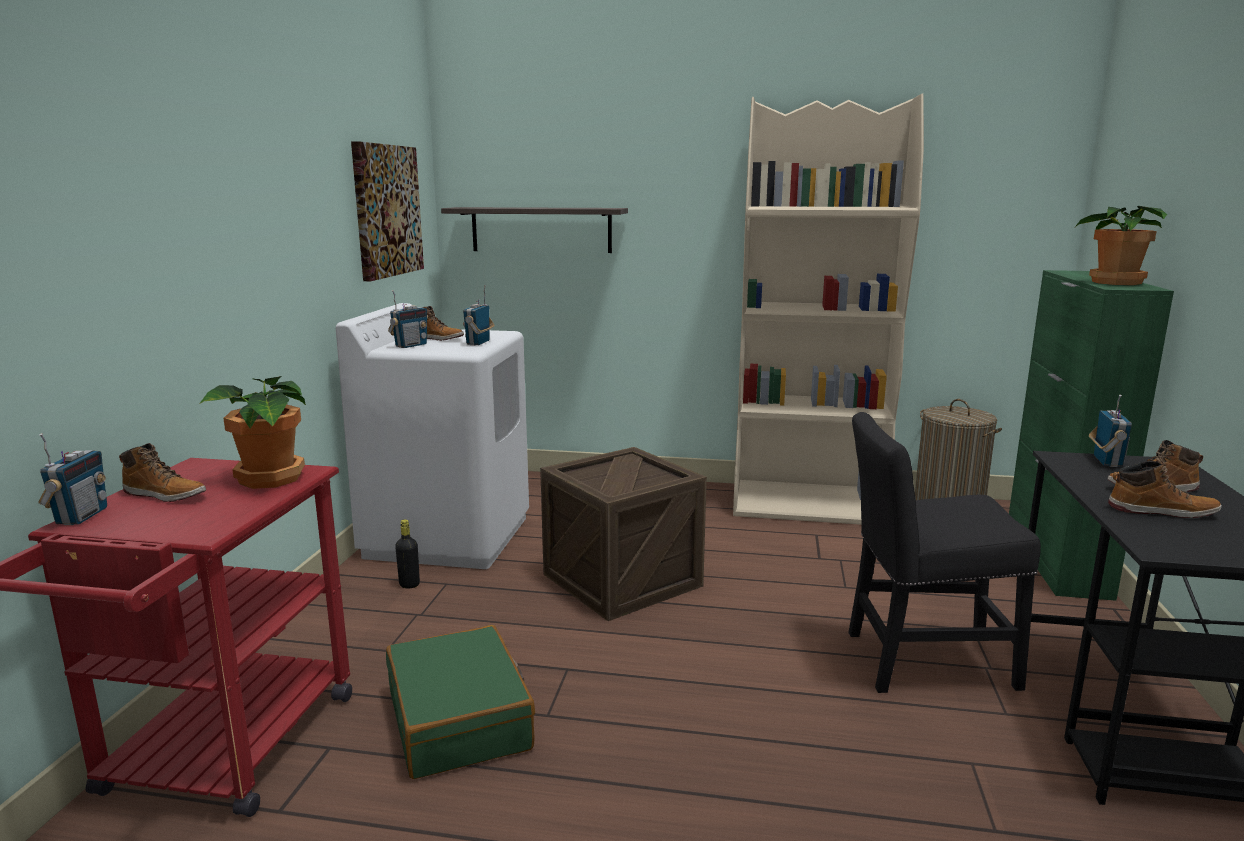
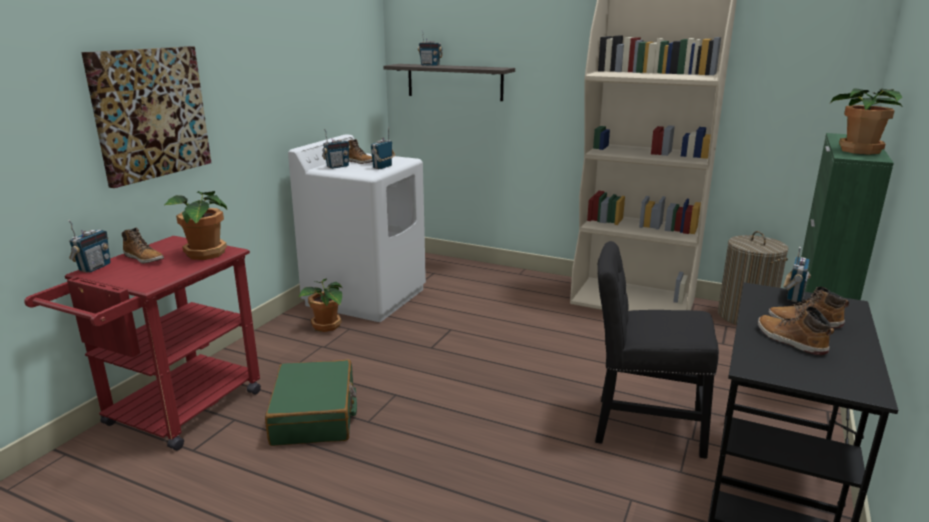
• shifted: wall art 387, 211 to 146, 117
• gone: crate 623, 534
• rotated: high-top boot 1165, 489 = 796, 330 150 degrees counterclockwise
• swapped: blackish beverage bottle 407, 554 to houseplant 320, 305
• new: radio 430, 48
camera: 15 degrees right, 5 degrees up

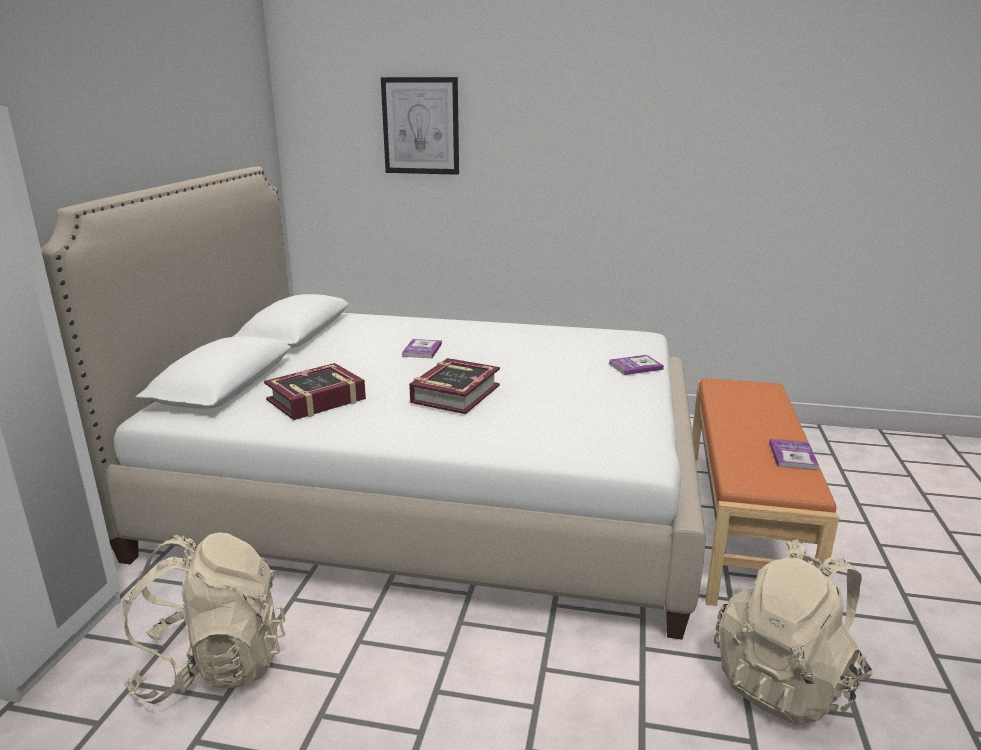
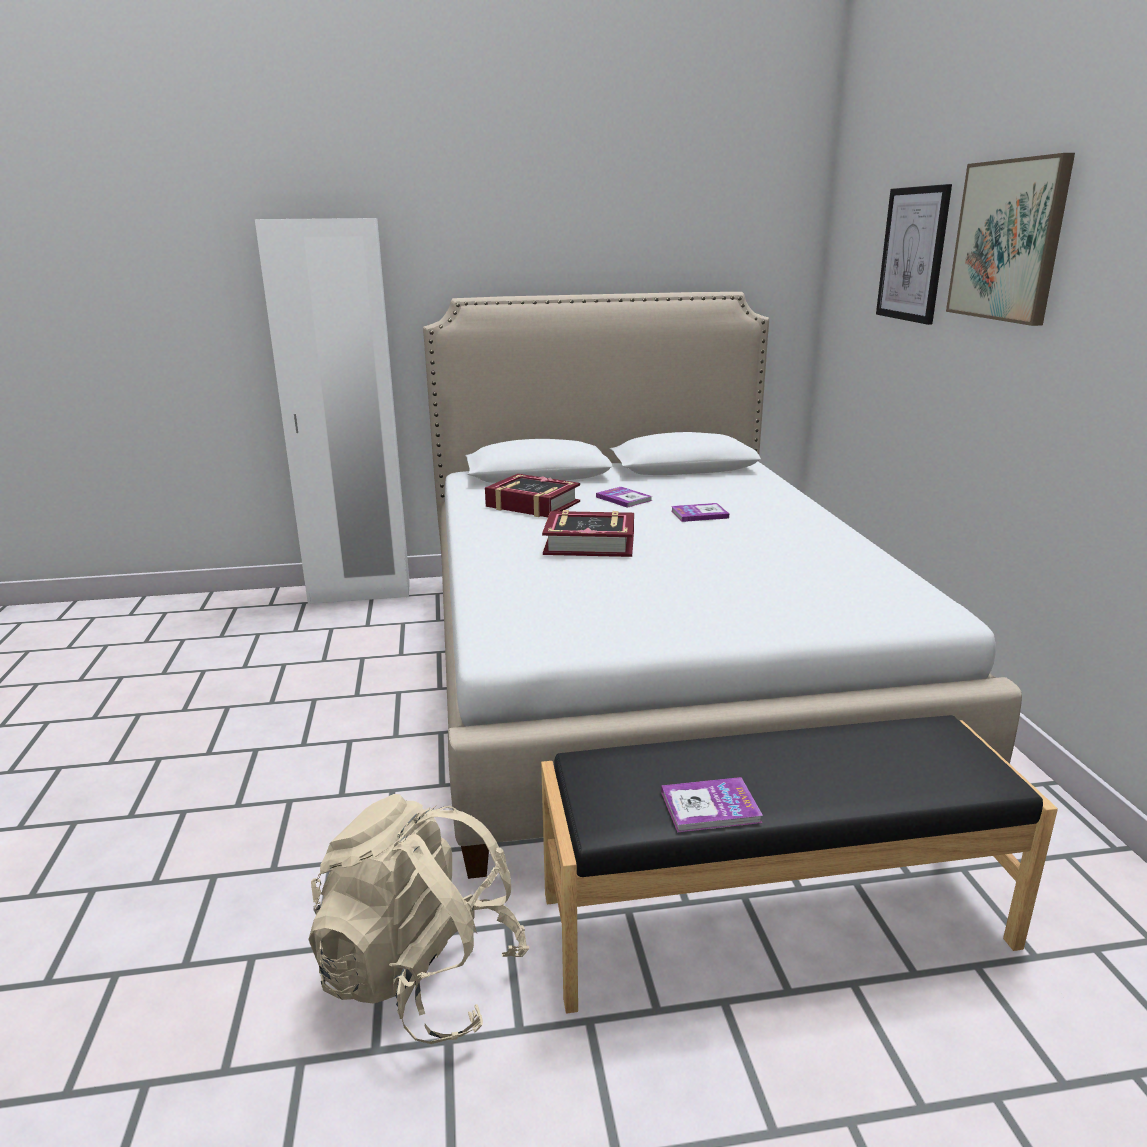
• shifted: volume 636, 365 to 624, 497
• repainted: orange-coloured indoor bench 765, 492 to blackish indoor bench 799, 864
• gone: beige rucksack 204, 618
• new: wall art 1010, 239
camera: 70 degrees right, 0 degrees up

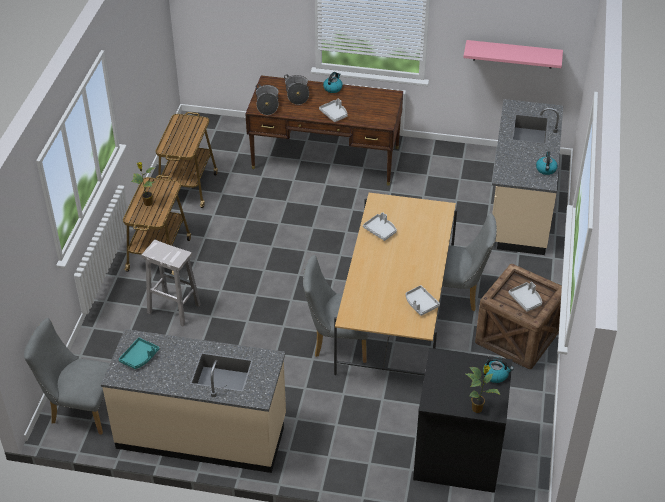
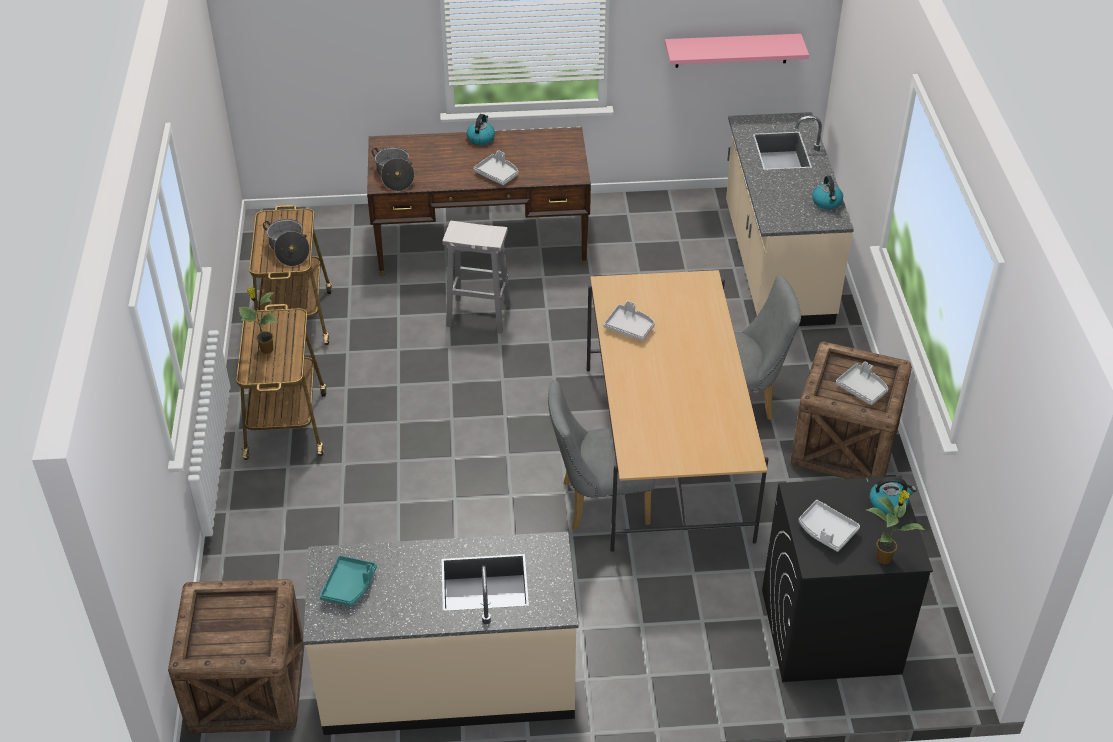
• shifted: stockpot 296, 90 to 286, 242
• shifted: white-coloured sitting stool 171, 283 to 476, 277
• shifted: grey carrying tray 423, 300 to 829, 526
• swapped: grey chair 67, 376 to crate 236, 656
camera: 15 degrees left, 0 degrees up

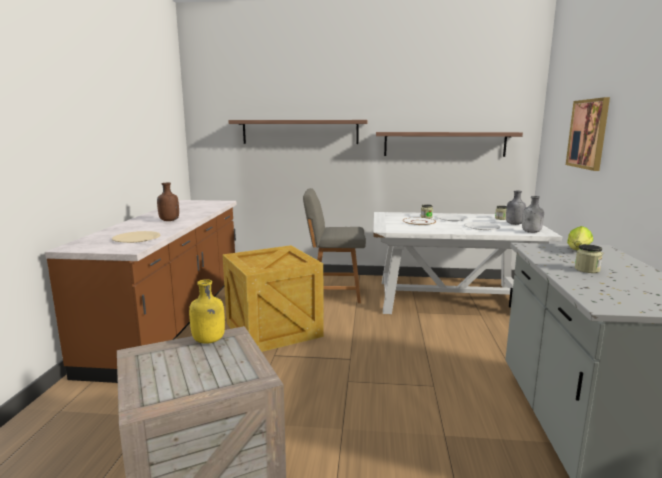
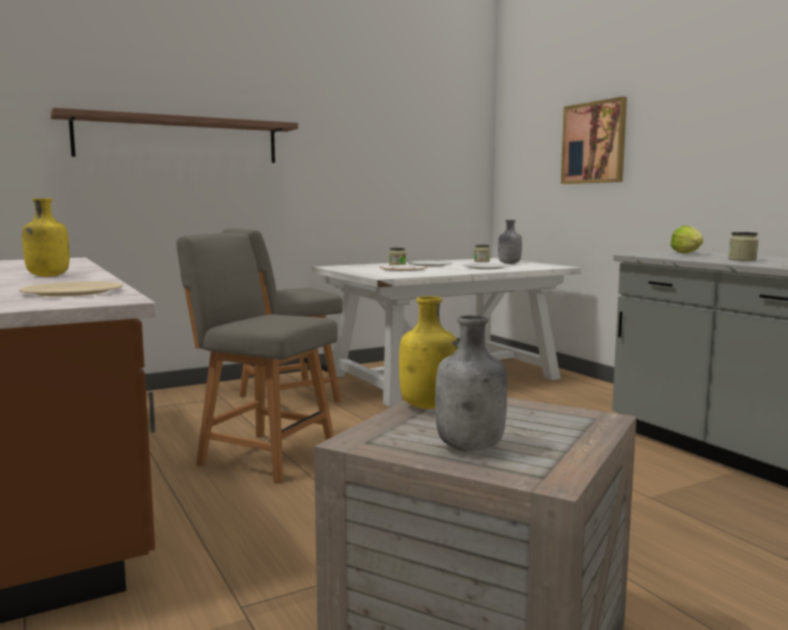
• gone: bracket shelf 449, 144
• repainted: brown beverage bottle 168, 202 to yellowish beverage bottle 45, 237
• shifted: grey beverage bottle 533, 214 to 471, 383
• swapped: crate 273, 298 to grey chair 257, 358
camera: 35 degrees left, 5 degrees down

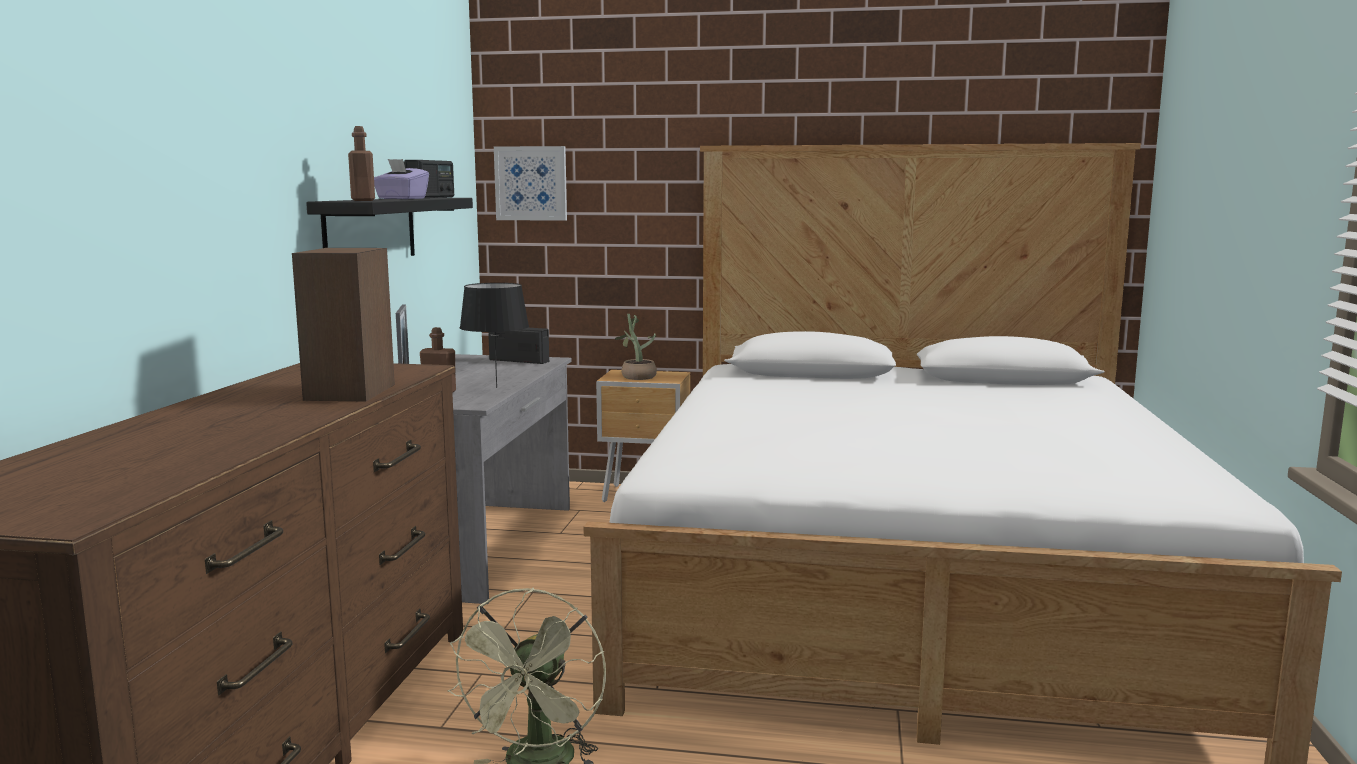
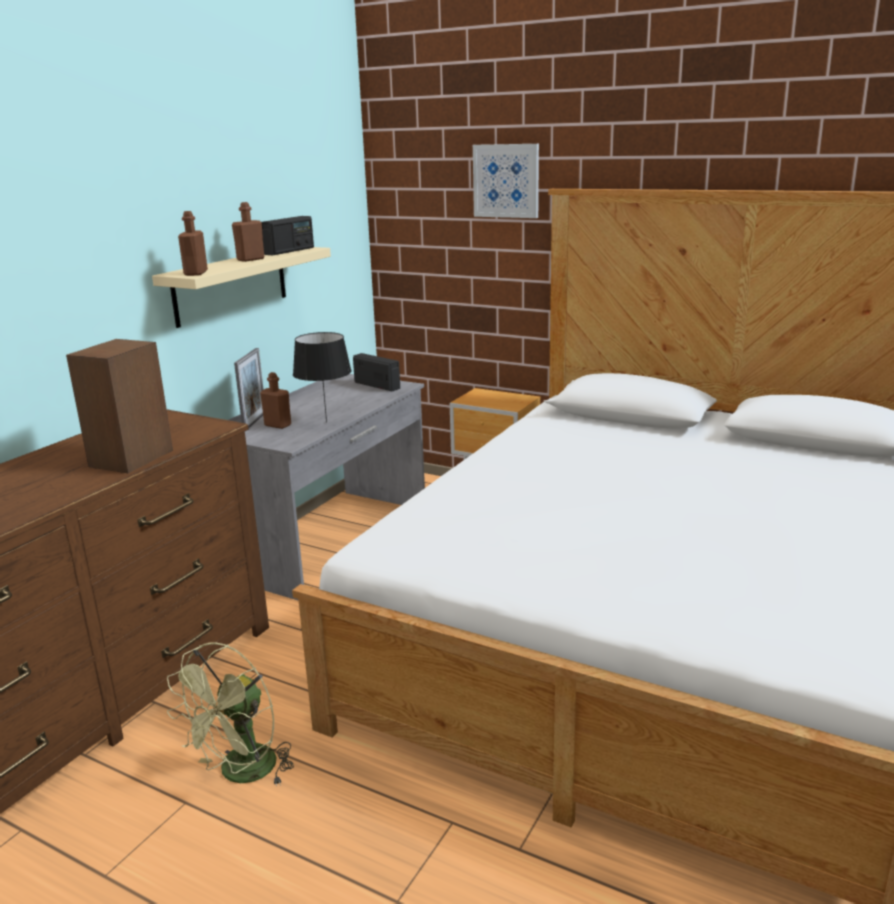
• shifted: wall art 530, 183 to 506, 181
• swapped: purple-coloured tissue box 401, 179 to brown beverage bottle 248, 232
• repainted: blackish bracket shelf 389, 227 to beige bracket shelf 241, 287
• gone: houseplant 636, 347
camera: 20 degrees right, 10 degrees up

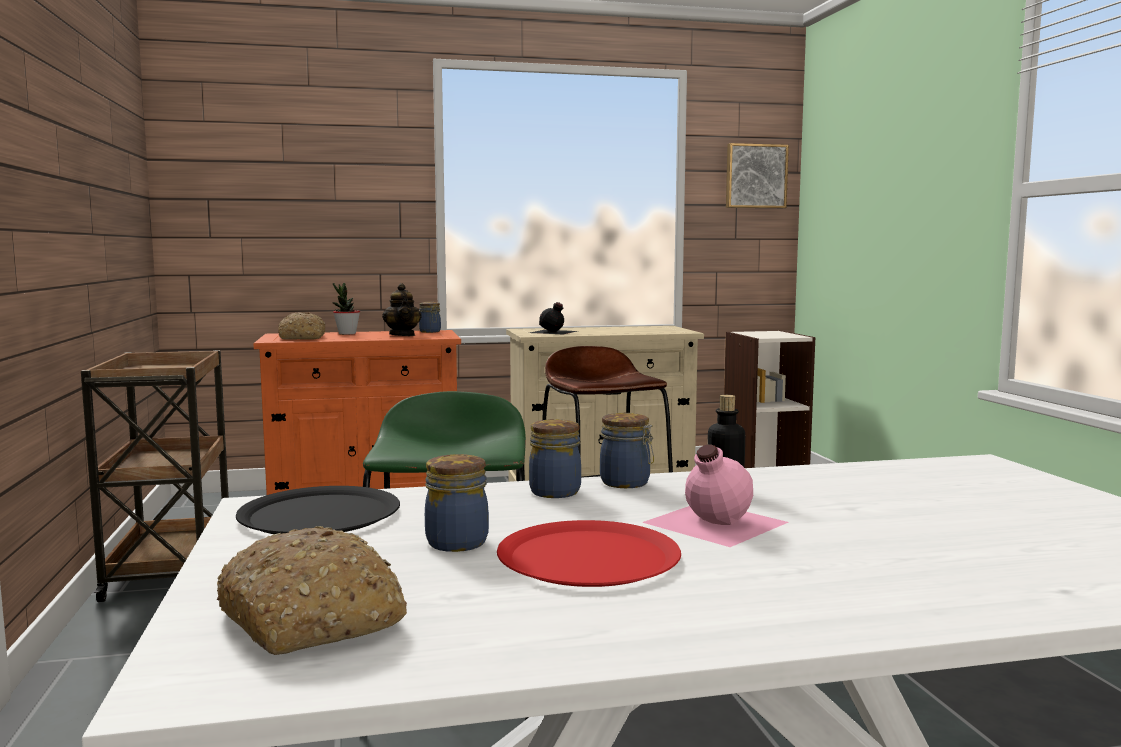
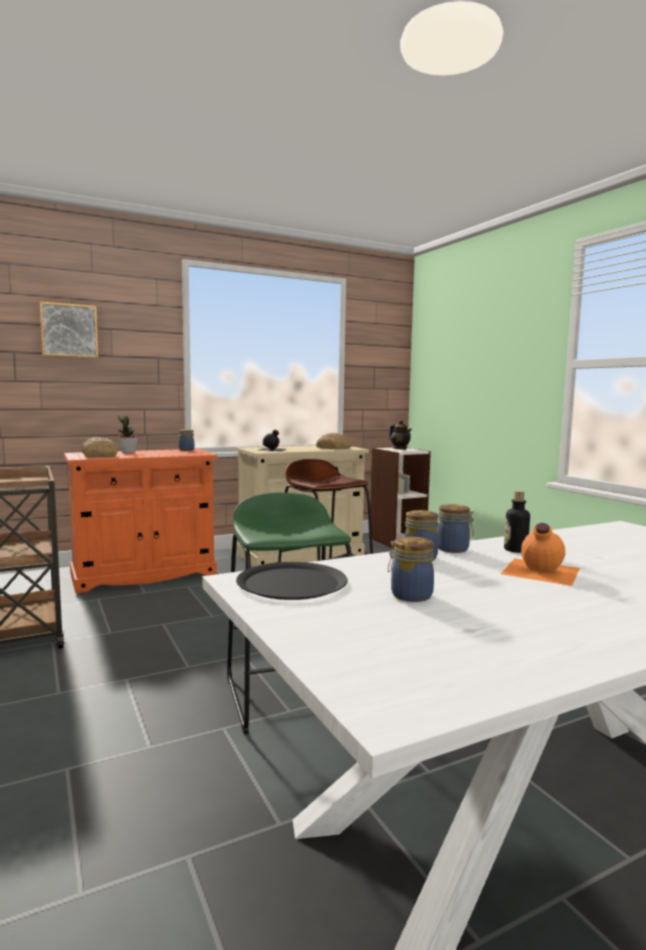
• shifted: wall art 757, 175 to 69, 330
• shifted: pot for tea 402, 309 to 400, 435
• repainted: pinkish beverage bottle 715, 495 to orange-coloured beverage bottle 540, 554
• gone: red dinner plate 589, 553
• shifted: baked bread 312, 590 to 334, 441
camera: 15 degrees left, 0 degrees up

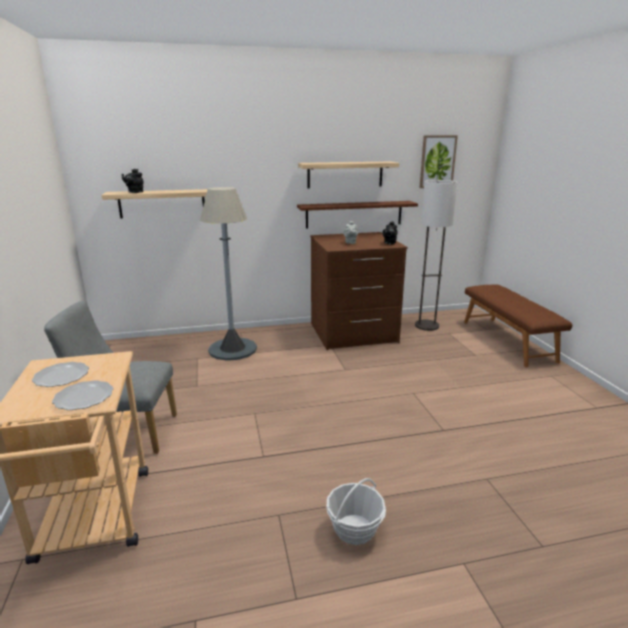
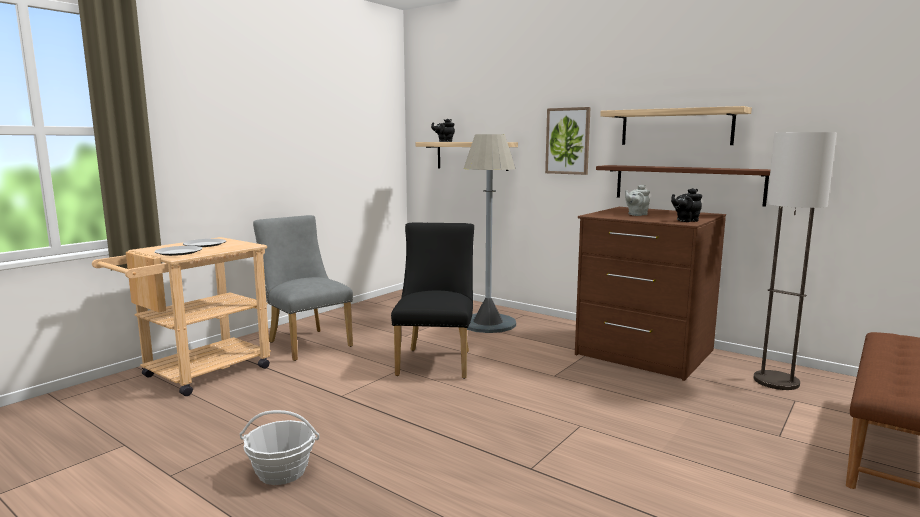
• shifted: wall art 439, 161 to 568, 141
• new: blackish chair 432, 300
camera: 50 degrees right, 10 degrees down

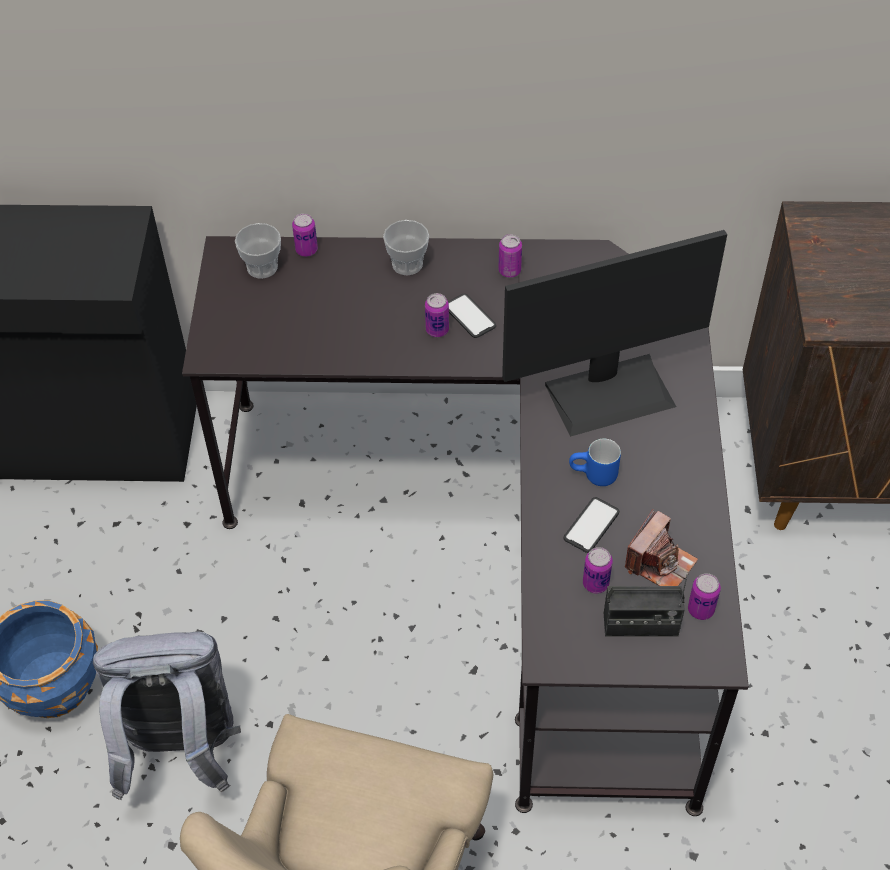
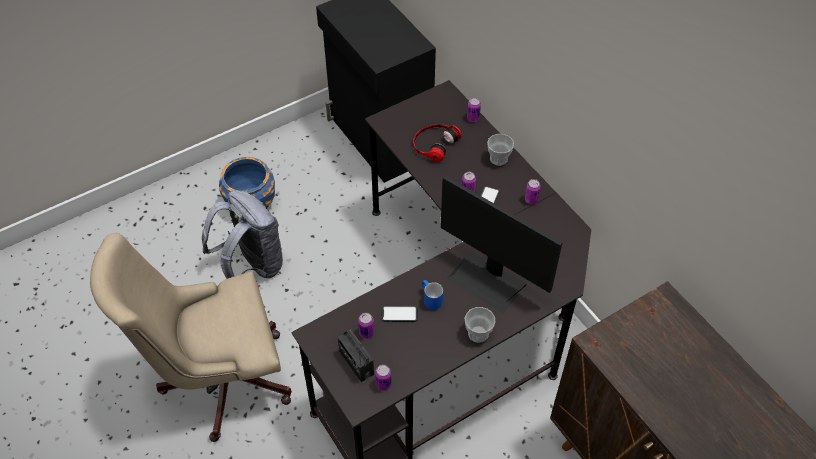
• shifted: drinking cup 258, 251 to 480, 325
• gone: photo camera 661, 547
• new: headphones 437, 143
camera: 55 degrees right, 0 degrees up

